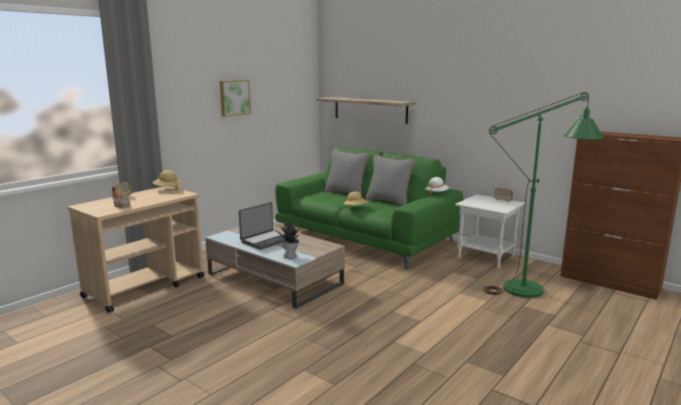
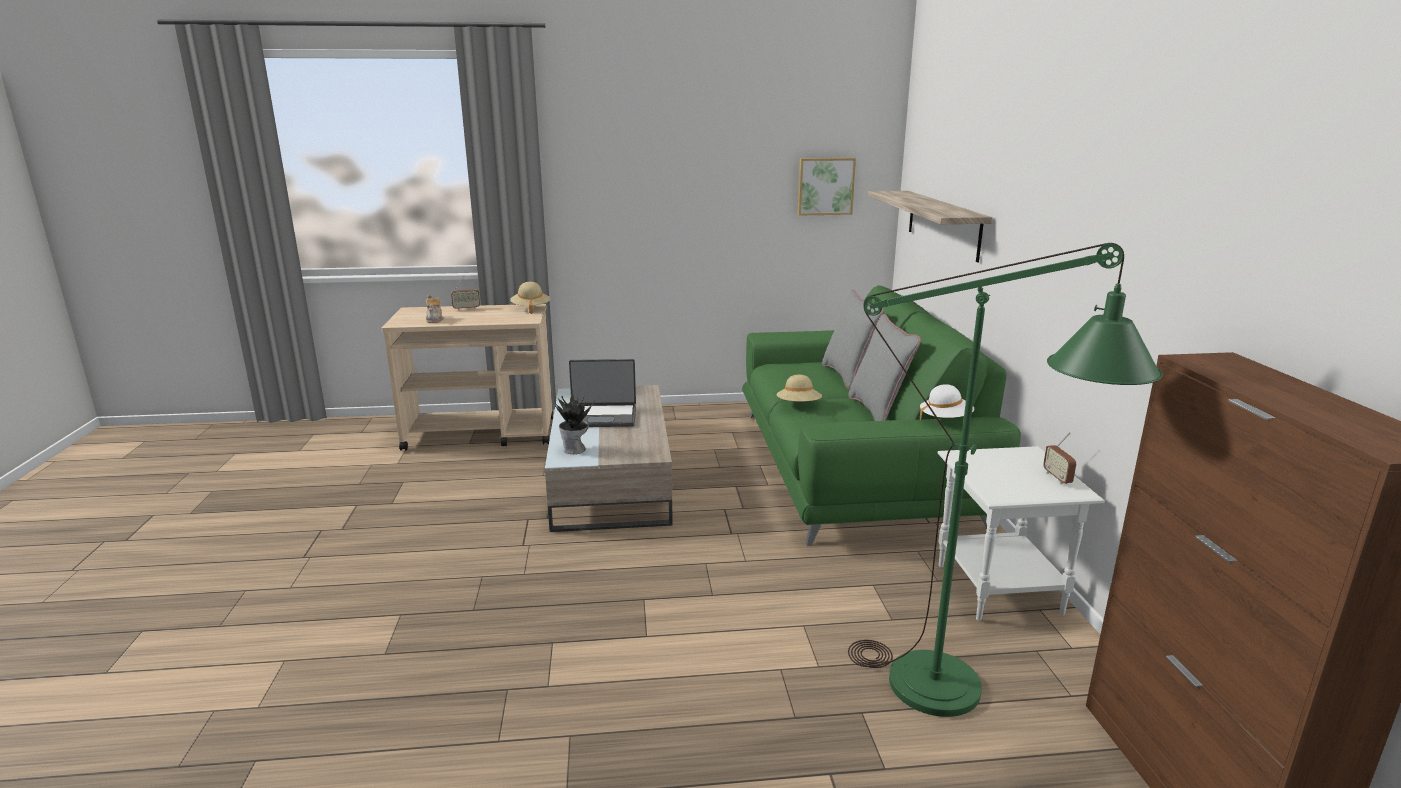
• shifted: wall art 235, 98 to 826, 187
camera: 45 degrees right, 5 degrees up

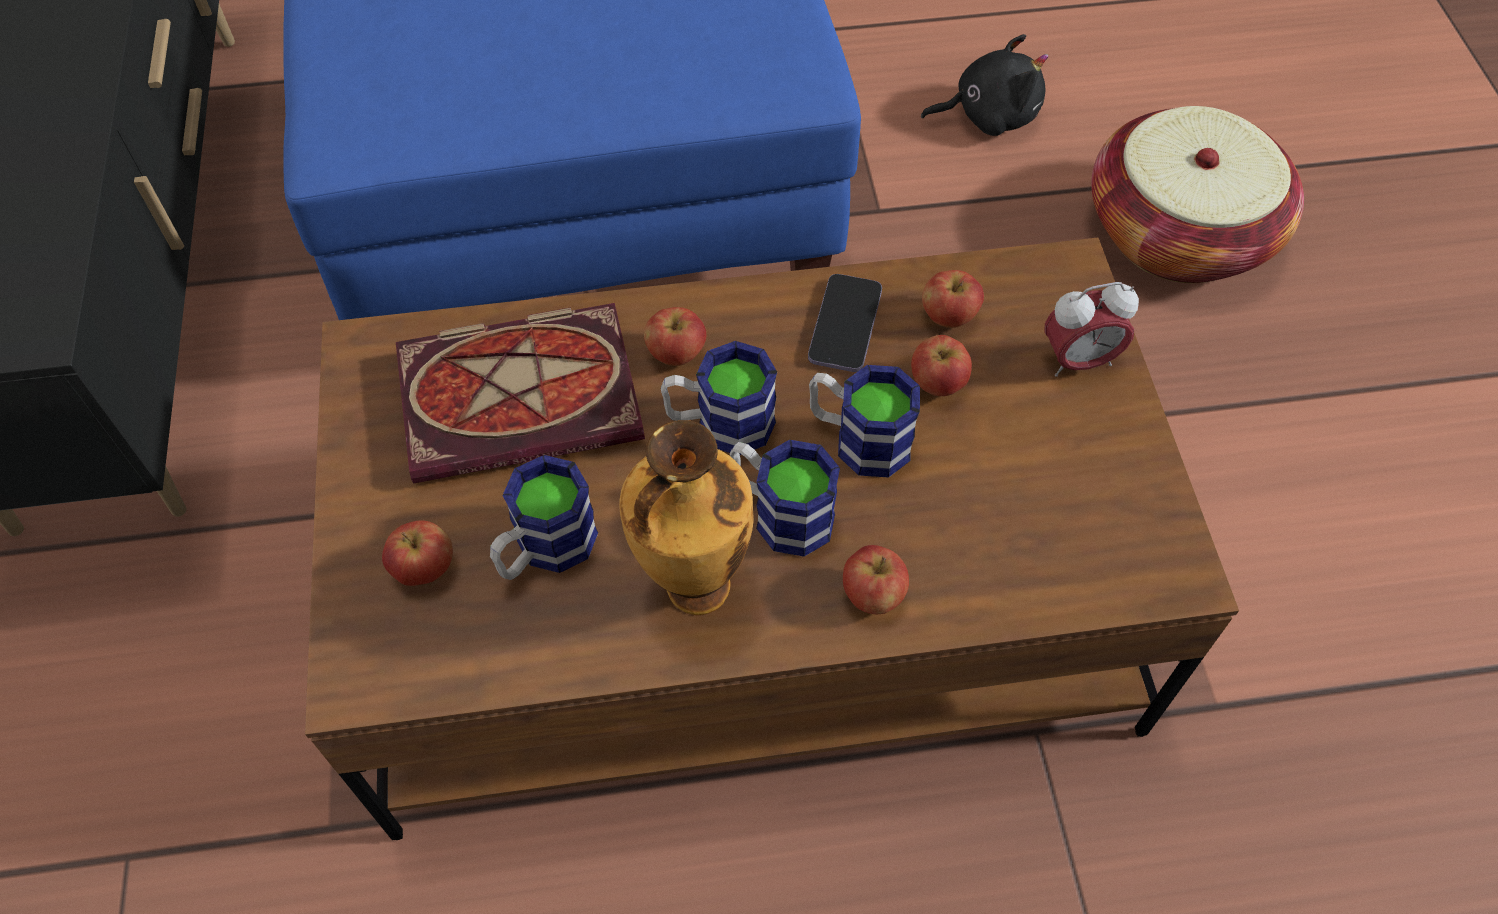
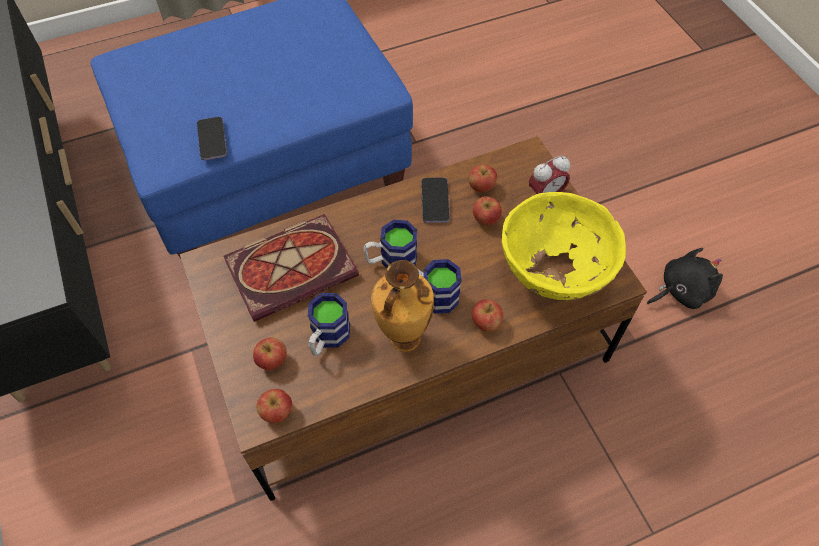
• shifted: blackish cuddly toy 984, 85 to 685, 278
• gone: household basket 1197, 194
• shifted: apple 675, 336 to 274, 406
• gone: tea mug 864, 421
• new: phone 212, 138
• new: yellowish deep dish 564, 246
camera: 15 degrees left, 0 degrees up

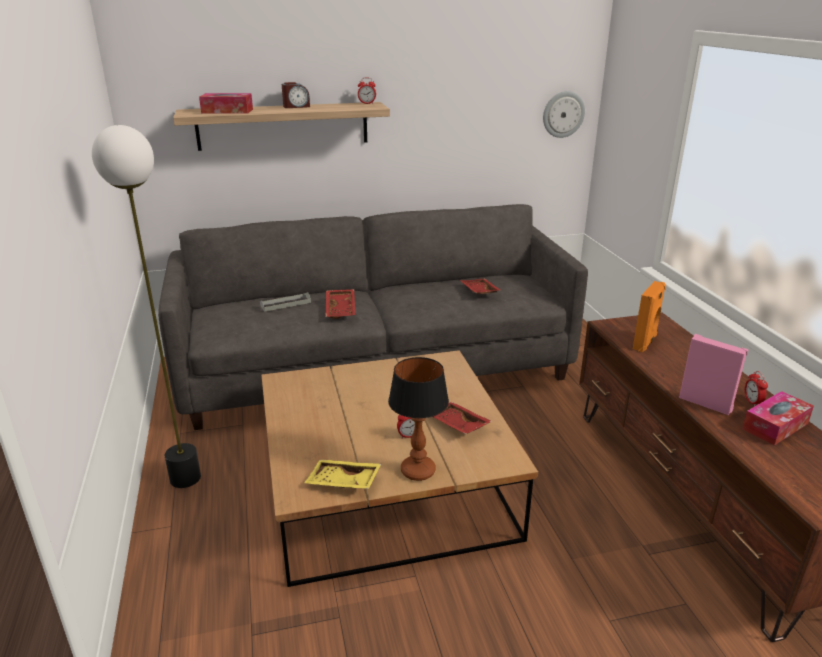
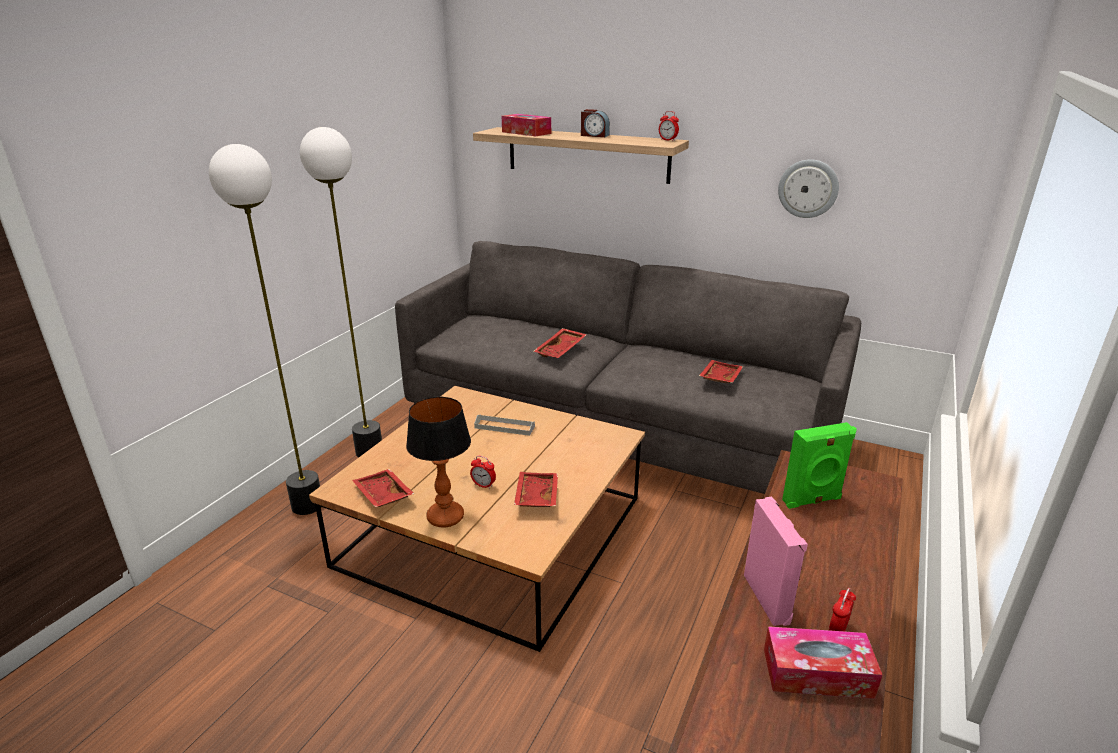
• shifted: hanging clock 564, 114 to 808, 188
• repainted: orange-coloured loudspeaker 649, 316 to greenish loudspeaker 819, 465
• shifted: grey carrying tray 285, 302 to 504, 425
• repainted: yellowish carrying tray 342, 474 to red carrying tray 383, 488
• new: standing lamp 265, 329
camera: 40 degrees right, 0 degrees up

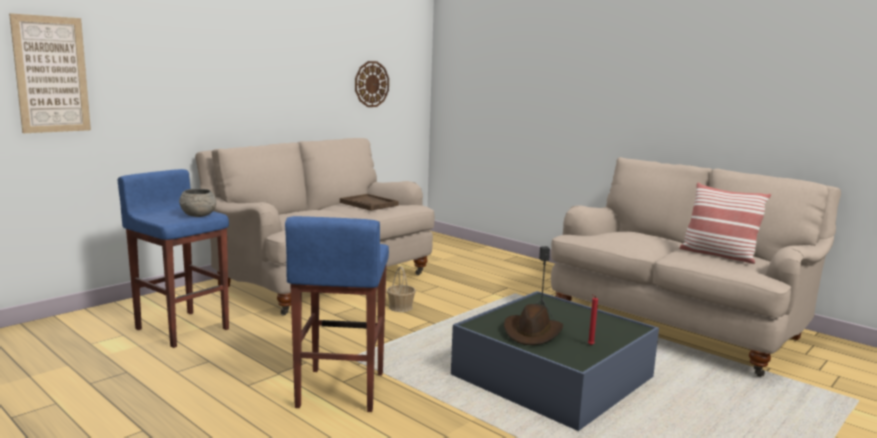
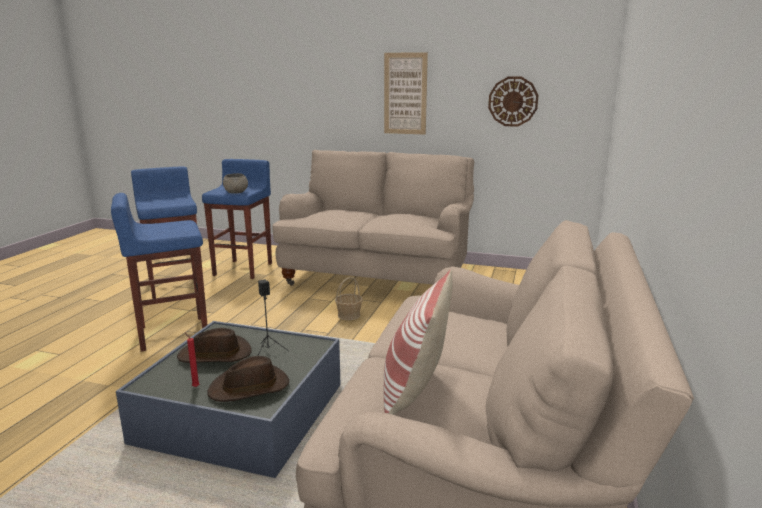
• shifted: wall art 50, 73 to 406, 93
• gone: brown carrying tray 369, 202
• new: blue sitting stool 164, 232
• new: brown wearable hat 248, 379
camera: 65 degrees right, 5 degrees up

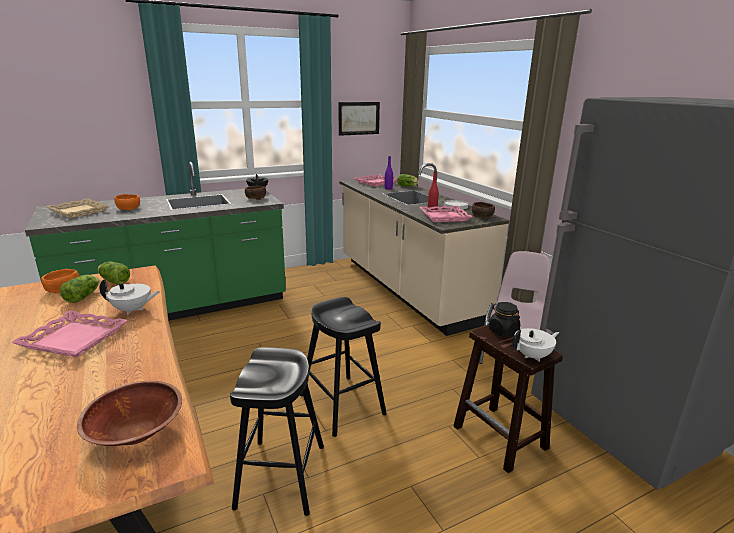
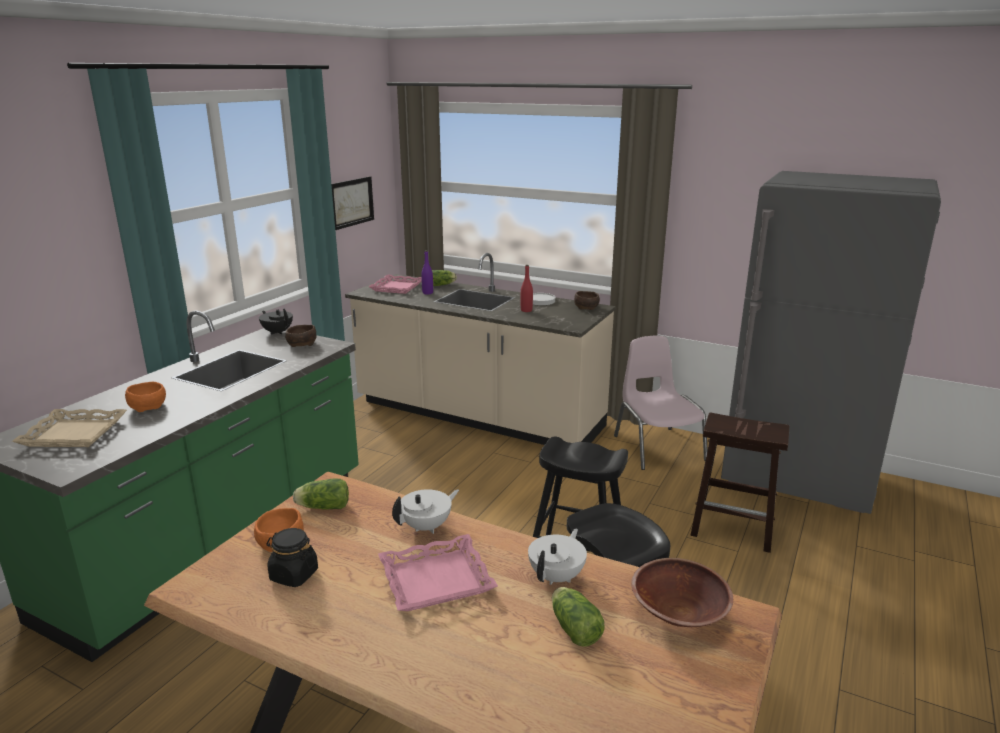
• gone: pinkish carrying tray 446, 214
• shifted: head of lettuce 79, 289 to 578, 617
• shifted: blackish preserve jar 504, 319 to 292, 557
• shifted: white-coloured pot for tea 535, 345 to 557, 557
camera: 35 degrees left, 0 degrees up

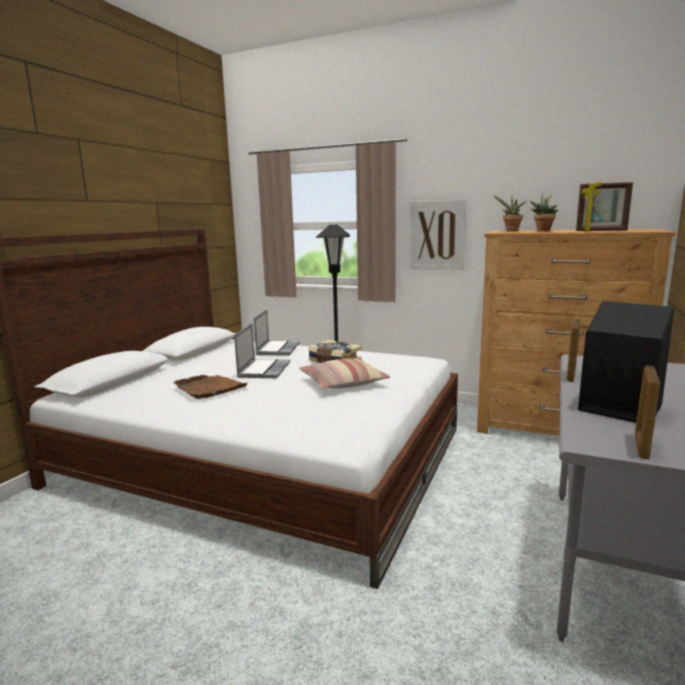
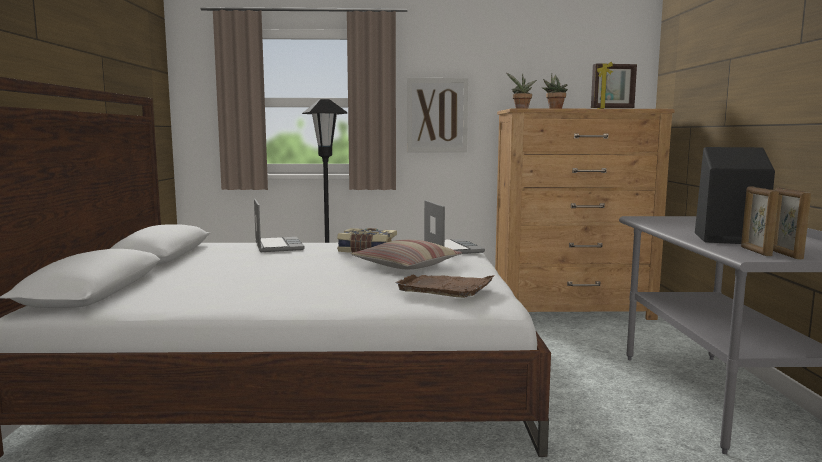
• shifted: photo frame 573, 351 to 760, 221
• shifted: laptop 262, 350 to 454, 227
• shifted: brown carrying tray 211, 387 to 445, 286
camera: 25 degrees left, 5 degrees down

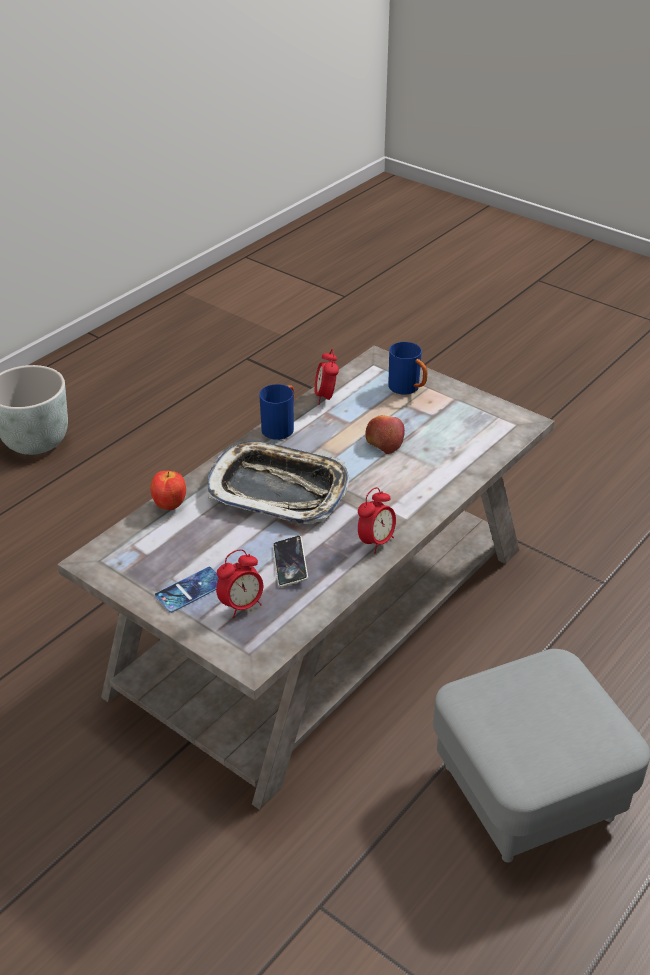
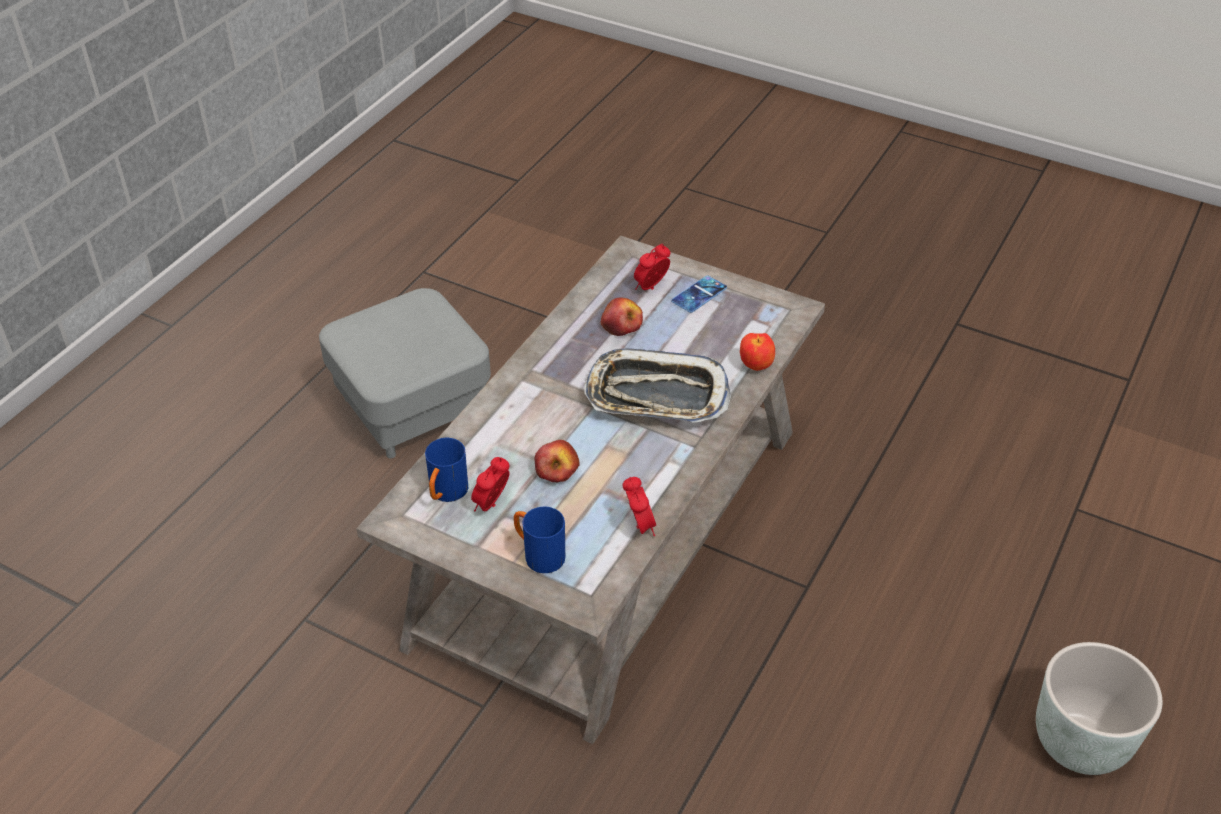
• shifted: blue tea mug 276, 412 to 446, 470
• shifted: alarm clock 377, 520 to 490, 484
• swapped: phone 290, 561 to apple 621, 317
camera: 170 degrees right, 5 degrees up

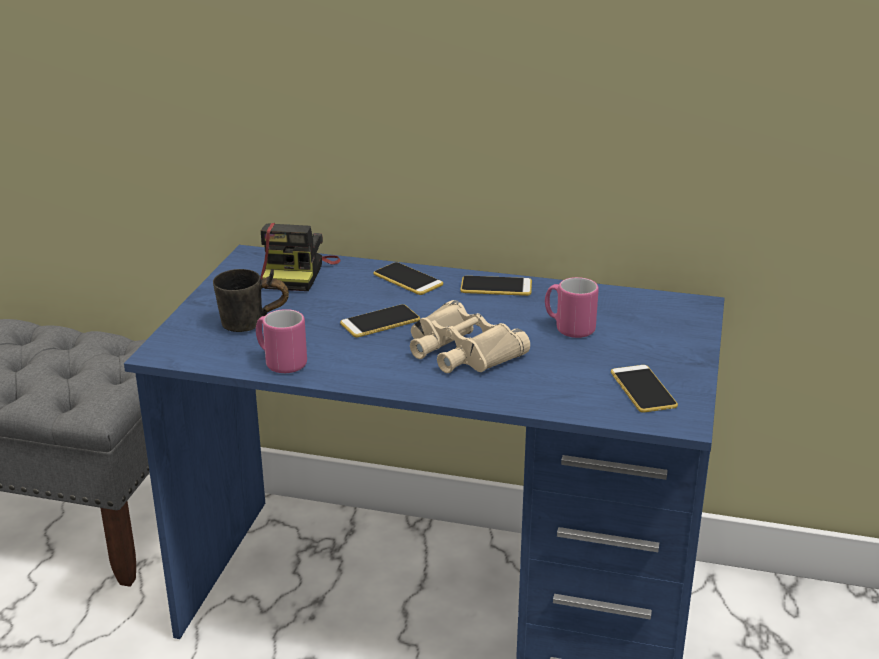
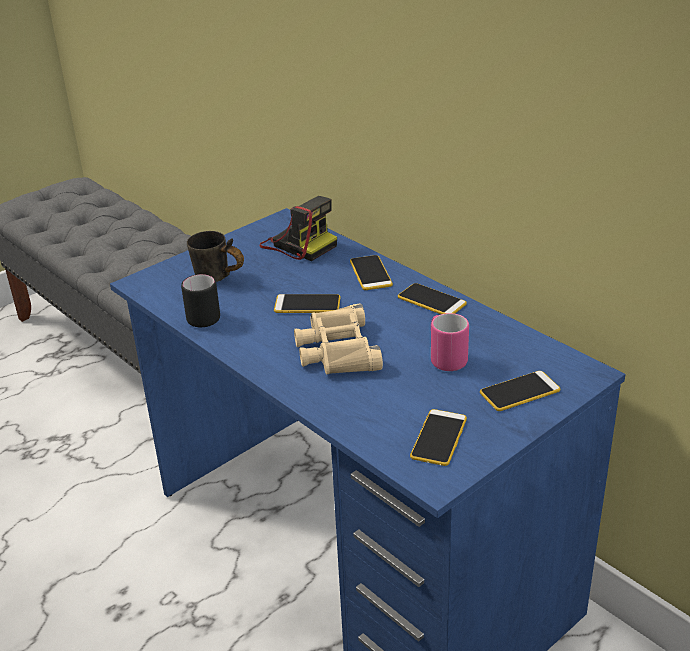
• rotated: photo camera 300, 257 = 298, 228 90 degrees counterclockwise
• repainted: pinkish tea mug 281, 341 to blackish tea mug 200, 300
• new: phone 520, 391
camera: 35 degrees right, 5 degrees up

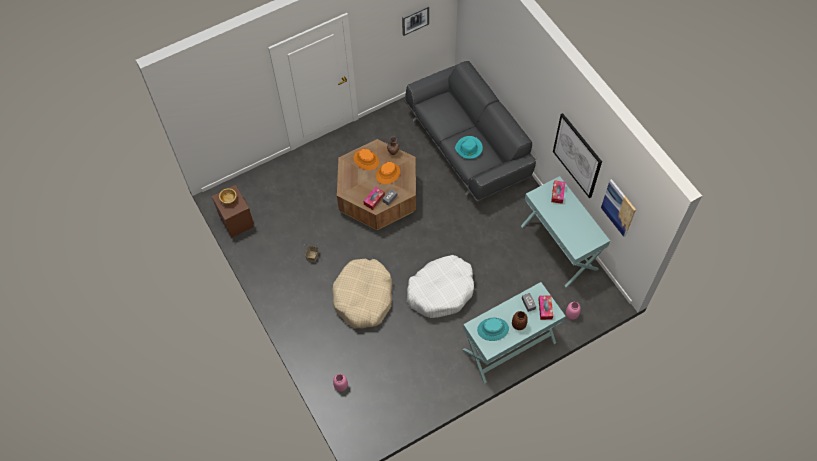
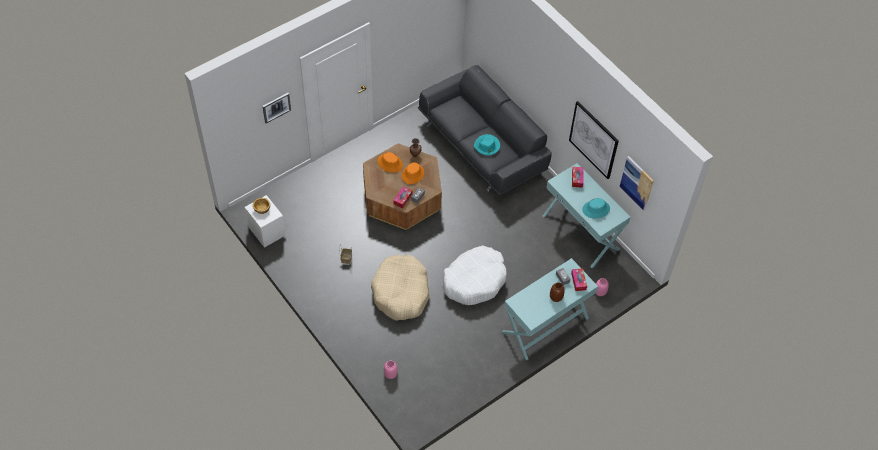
• shifted: wall art 415, 21 to 276, 108
• repainted: brown nightstand 233, 211 to white-coloured nightstand 265, 221
• shifted: turquoise wearable hat 493, 329 to 596, 208
camera: 10 degrees left, 5 degrees down

